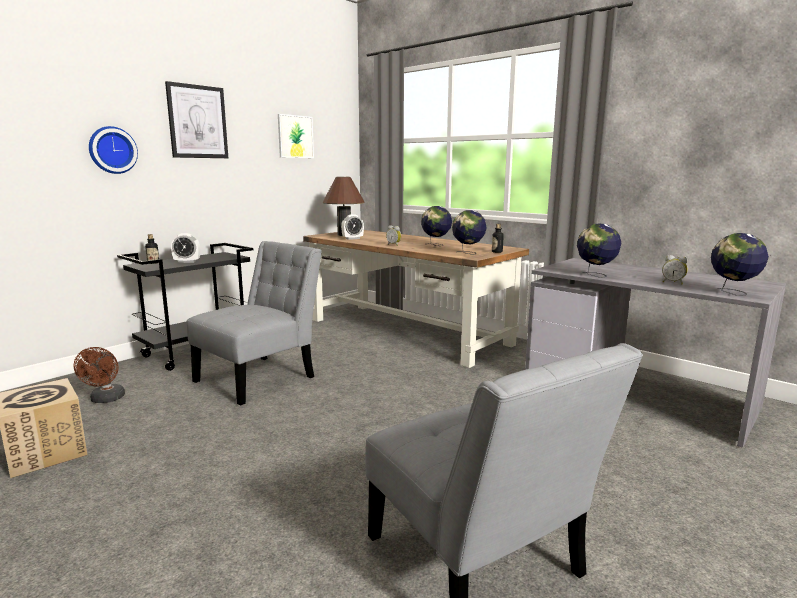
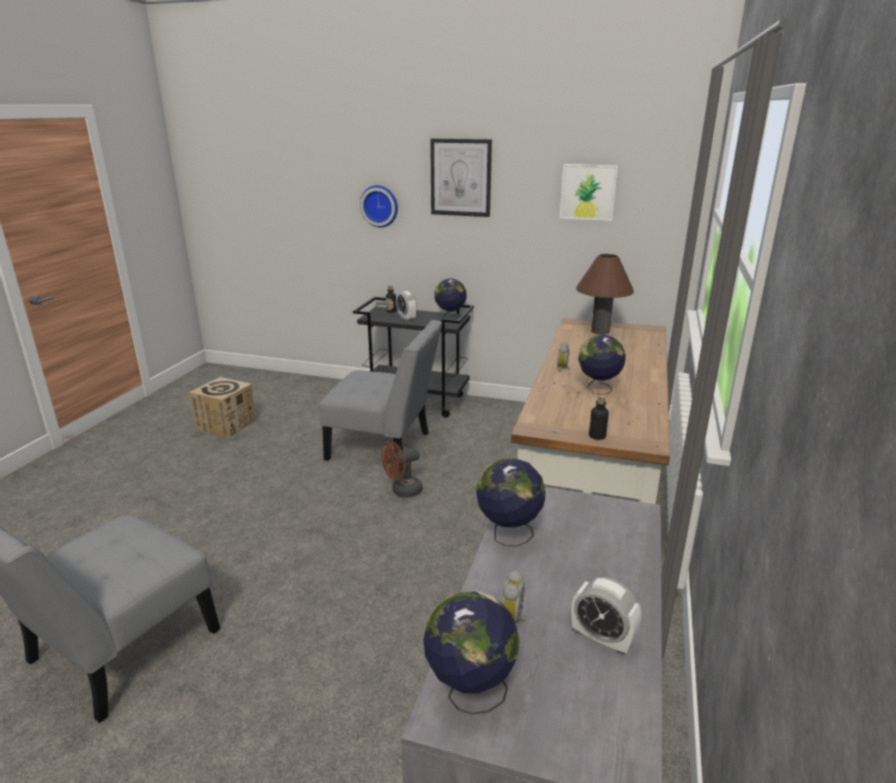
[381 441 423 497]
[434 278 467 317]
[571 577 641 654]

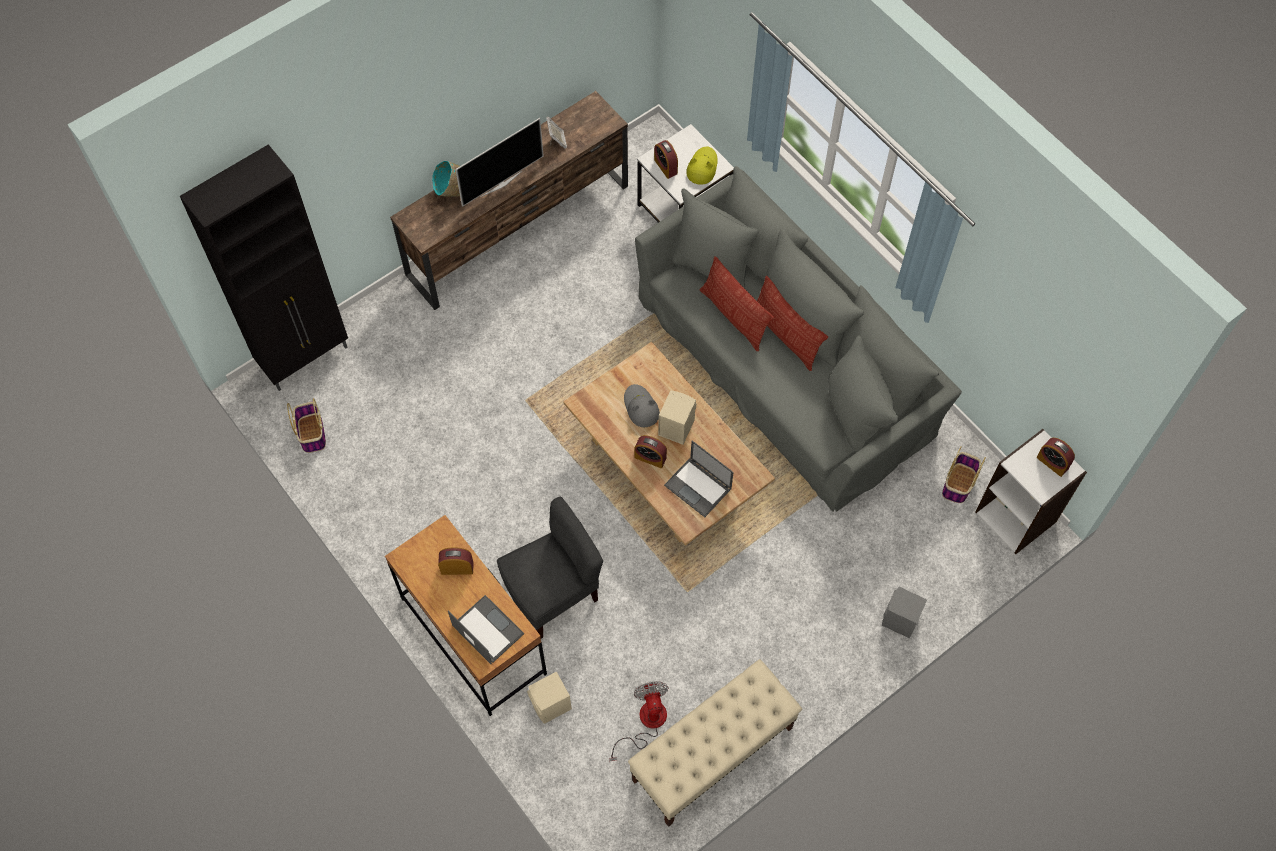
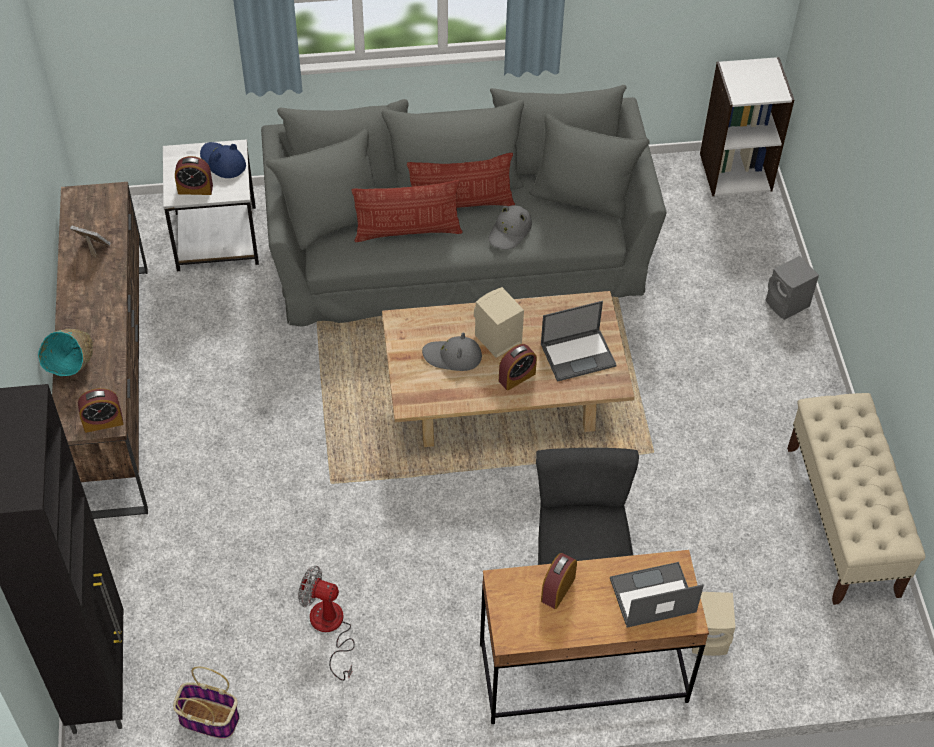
[78 388 124 433]
[200 142 246 178]
[298 566 355 681]
[488 205 532 250]
[455 118 544 207] (first image)
[942 446 986 503] (first image)

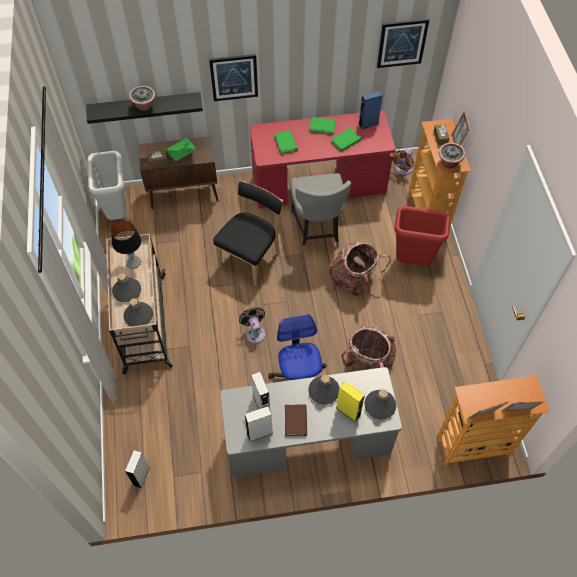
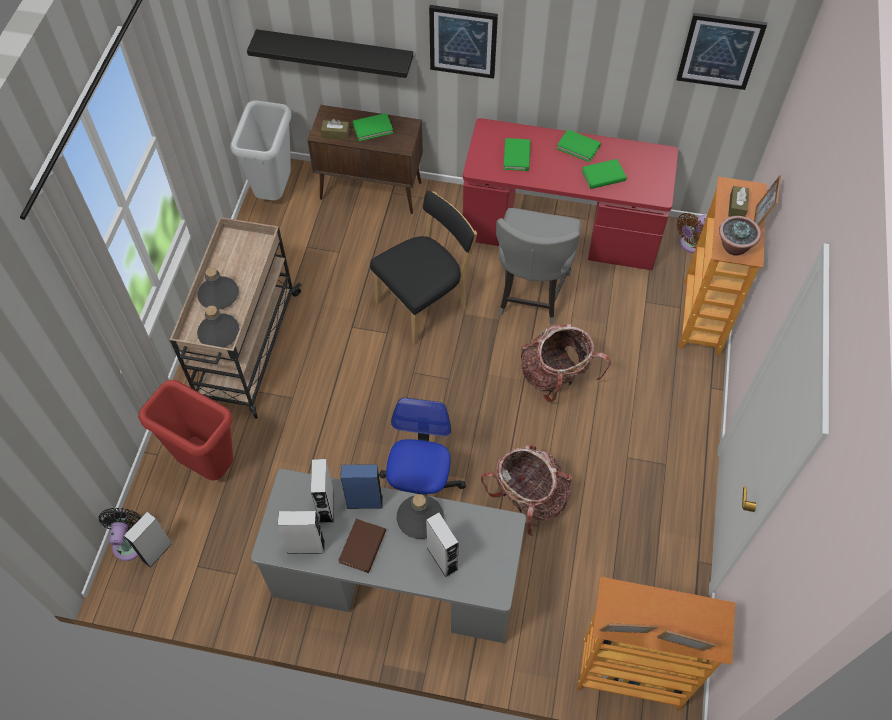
[99 508 141 561]
[138 380 233 480]
[341 464 383 509]
[426 512 459 577]
[111 221 141 269] (first image)
[129 86 155 111] (first image)
[364 389 396 420] (first image)

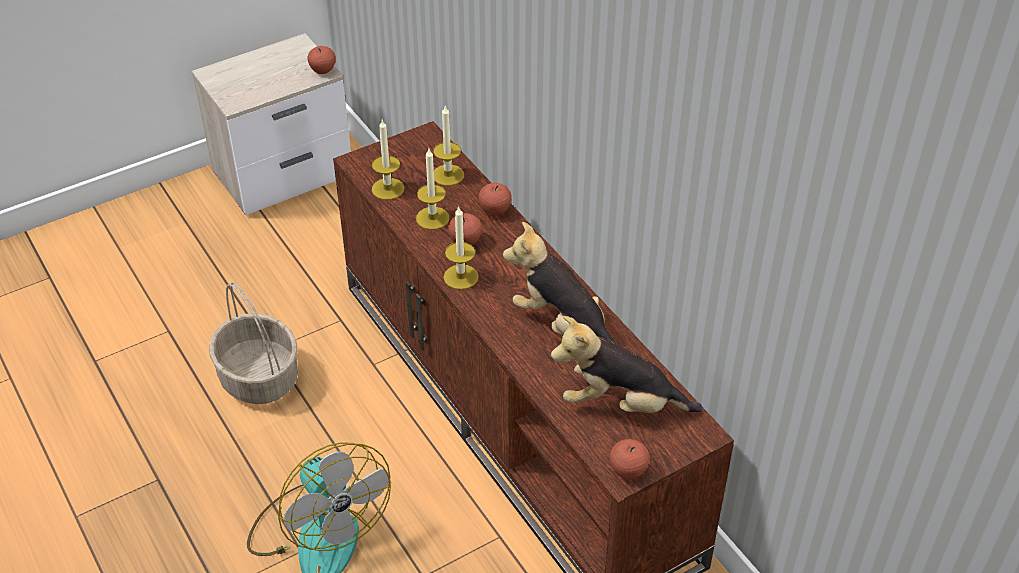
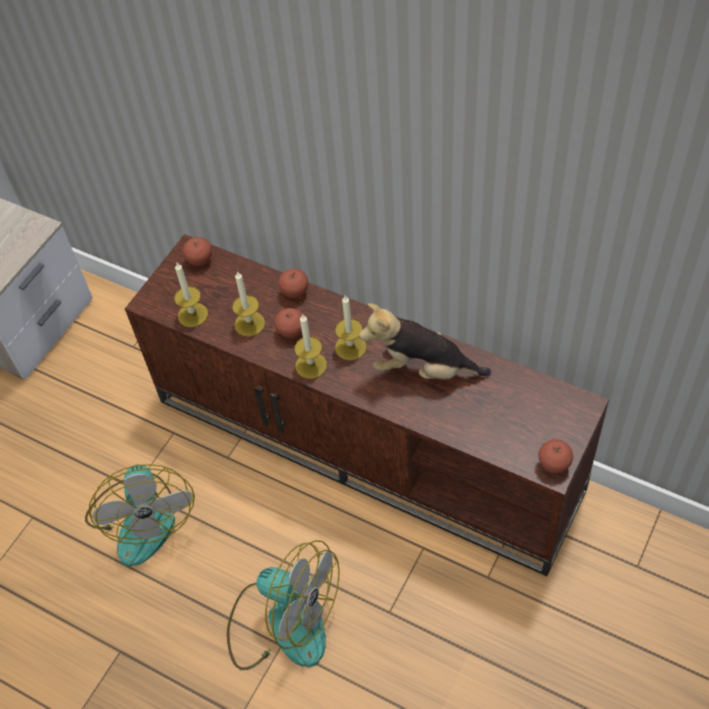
[85 464 195 567]
[183 237 212 266]
[335 296 367 361]
[551 316 703 413] (first image)

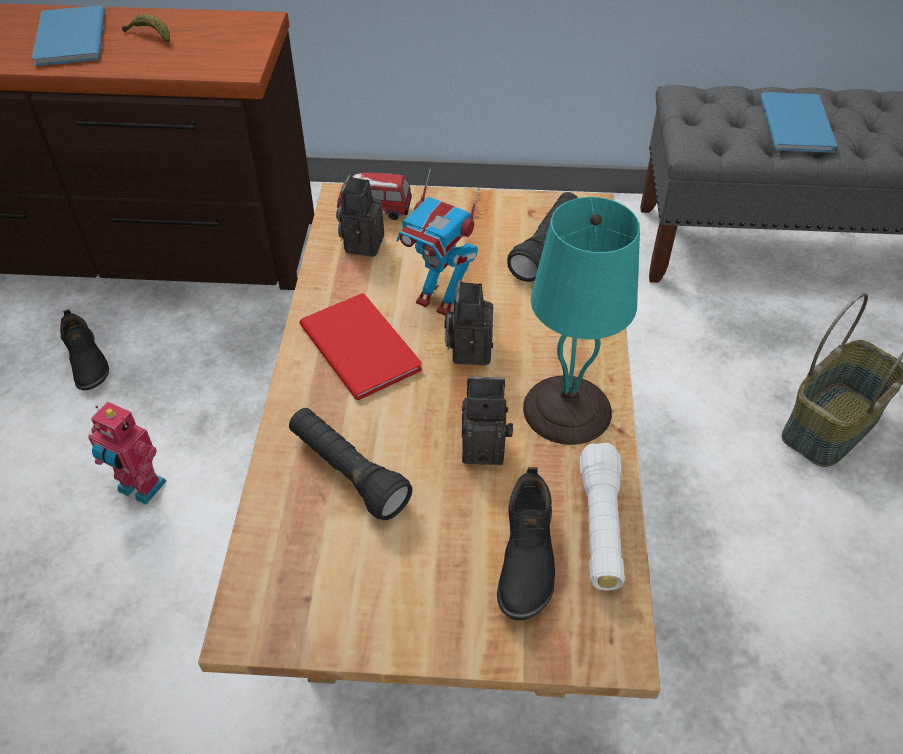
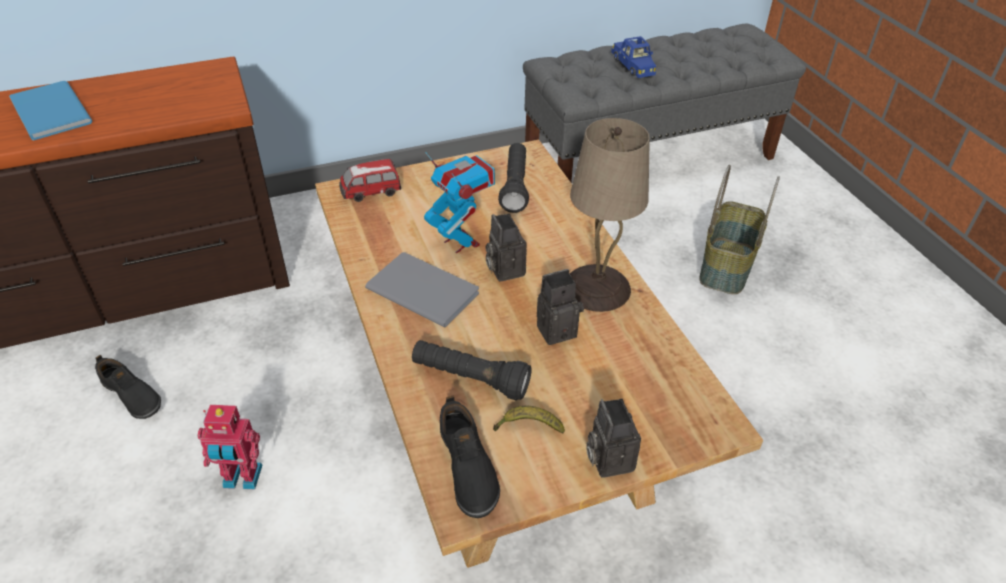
[365 252 479 327]
[424 152 495 253]
[440 396 500 518]
[493 406 565 434]
[570 118 650 312]
[586 399 641 478]
[611 36 656 78]
[580 443 625 591] (first image)

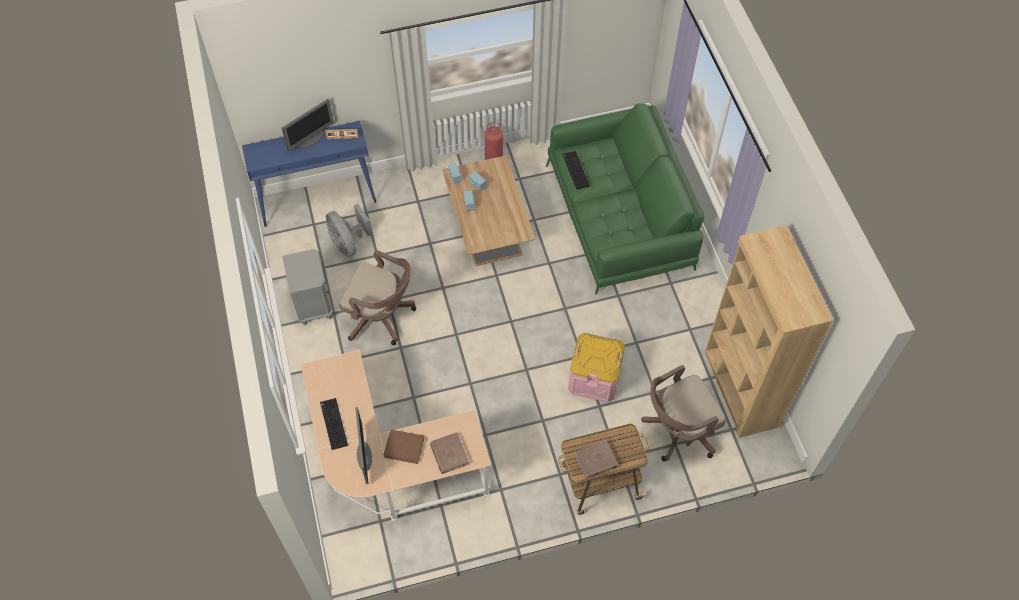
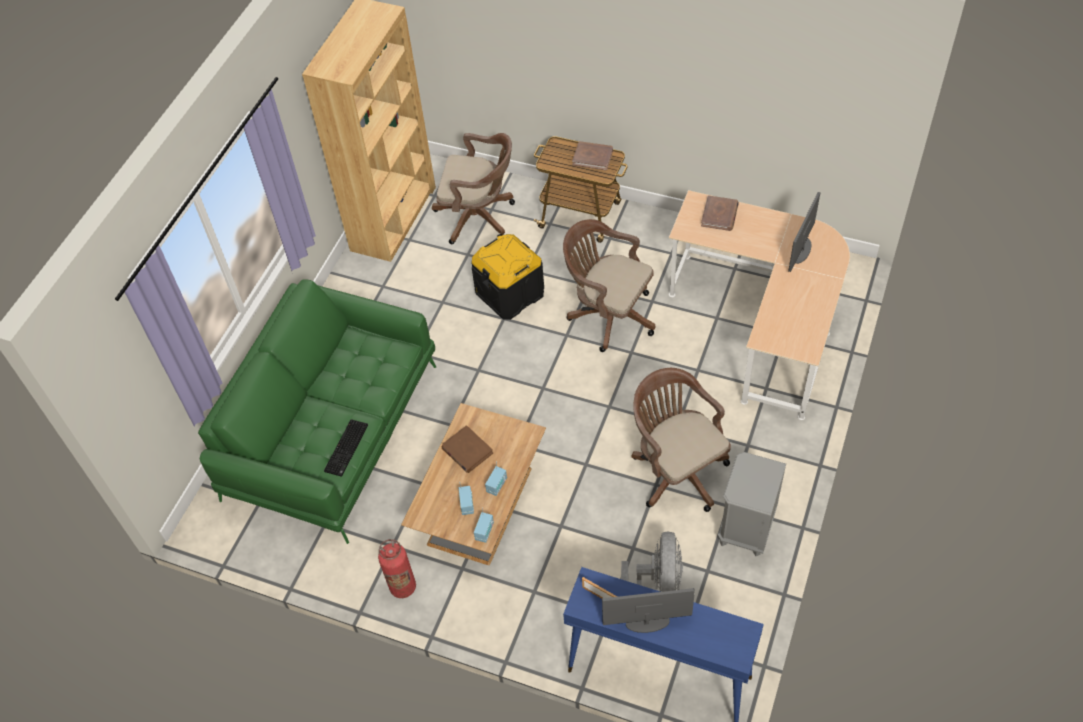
[442 425 493 473]
[472 234 544 320]
[563 219 656 352]
[320 398 348 450] (first image)

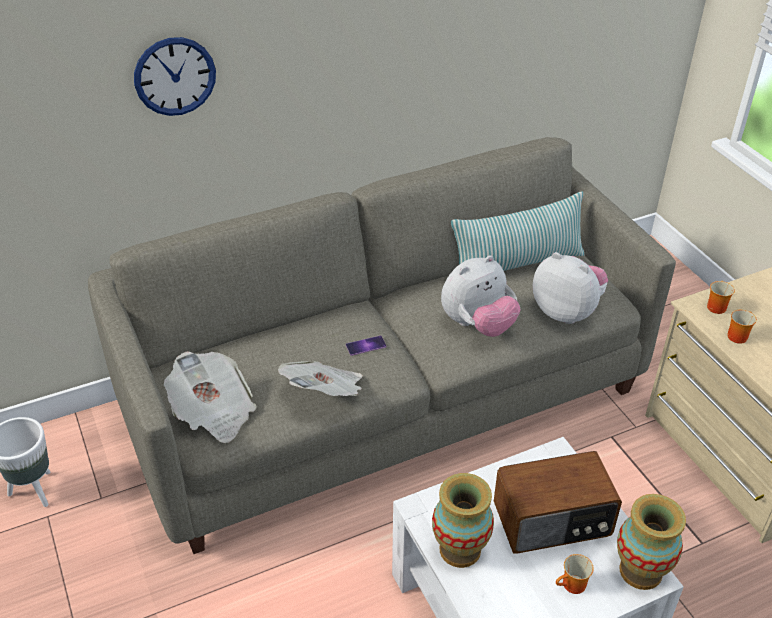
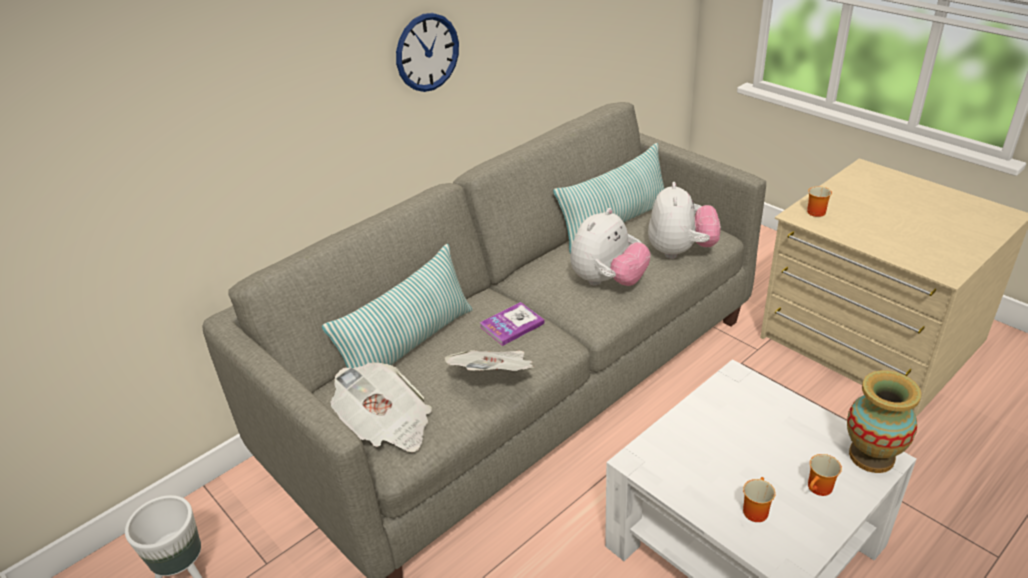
[322 244 472 368]
[396 13 459 92]
[480 302 545 346]
[648 182 720 259]
[743 477 776 522]
[432 473 494 568] (first image)
[494 451 622 554] (first image)

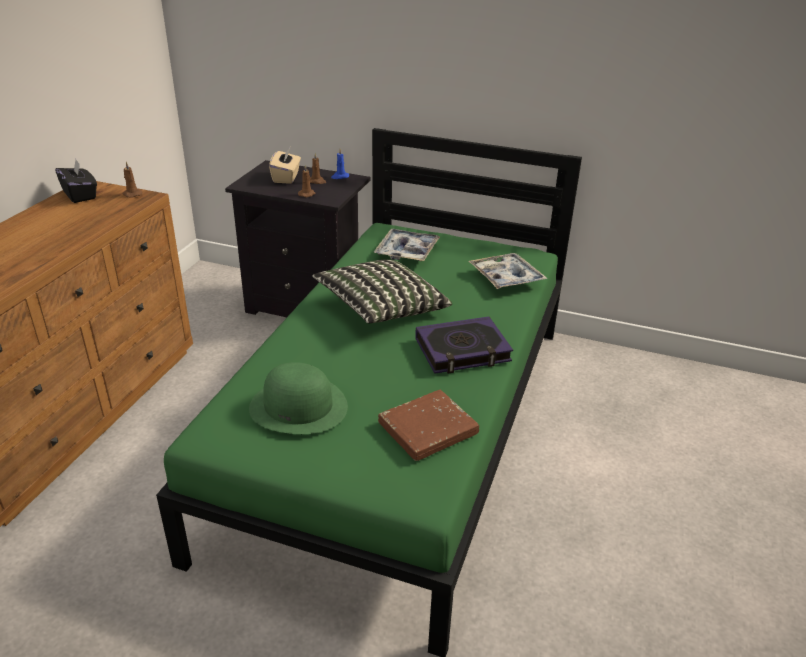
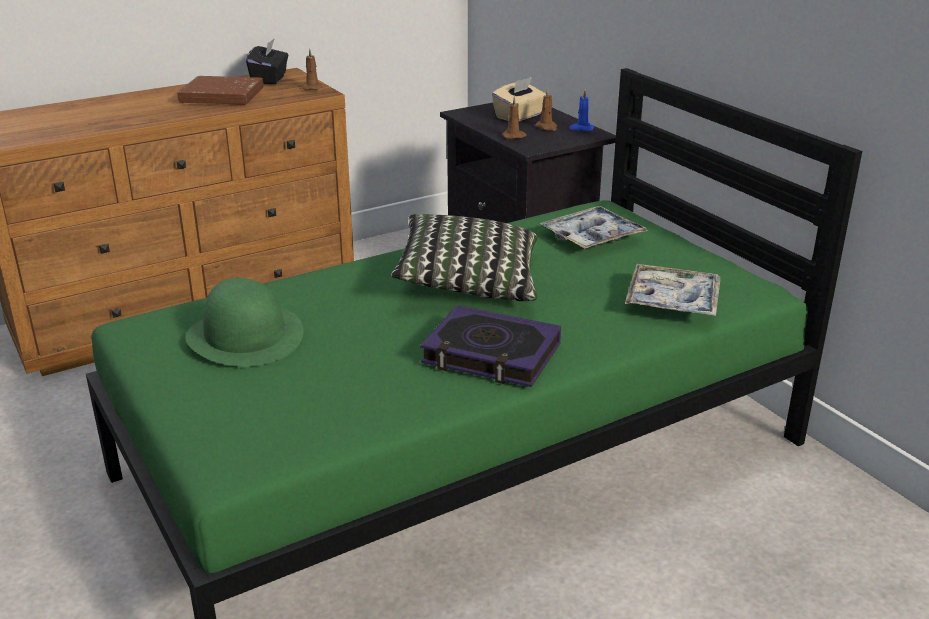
[177 76 264 105]

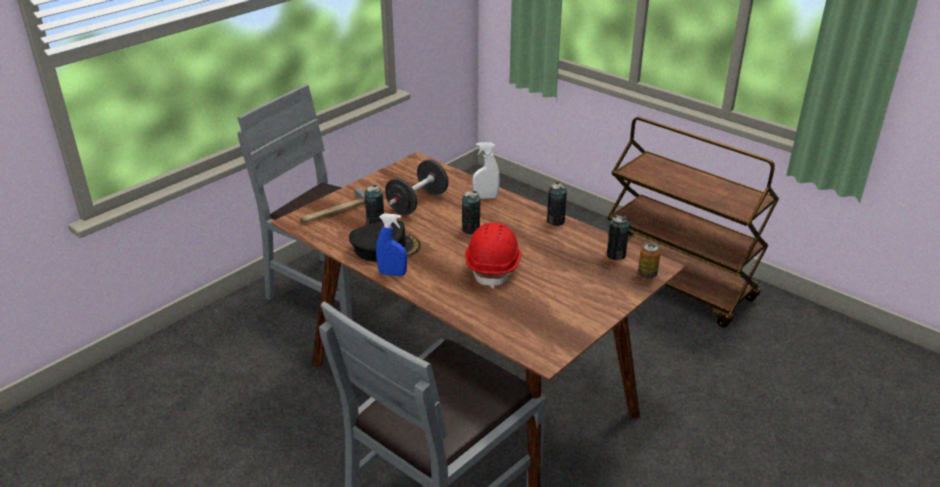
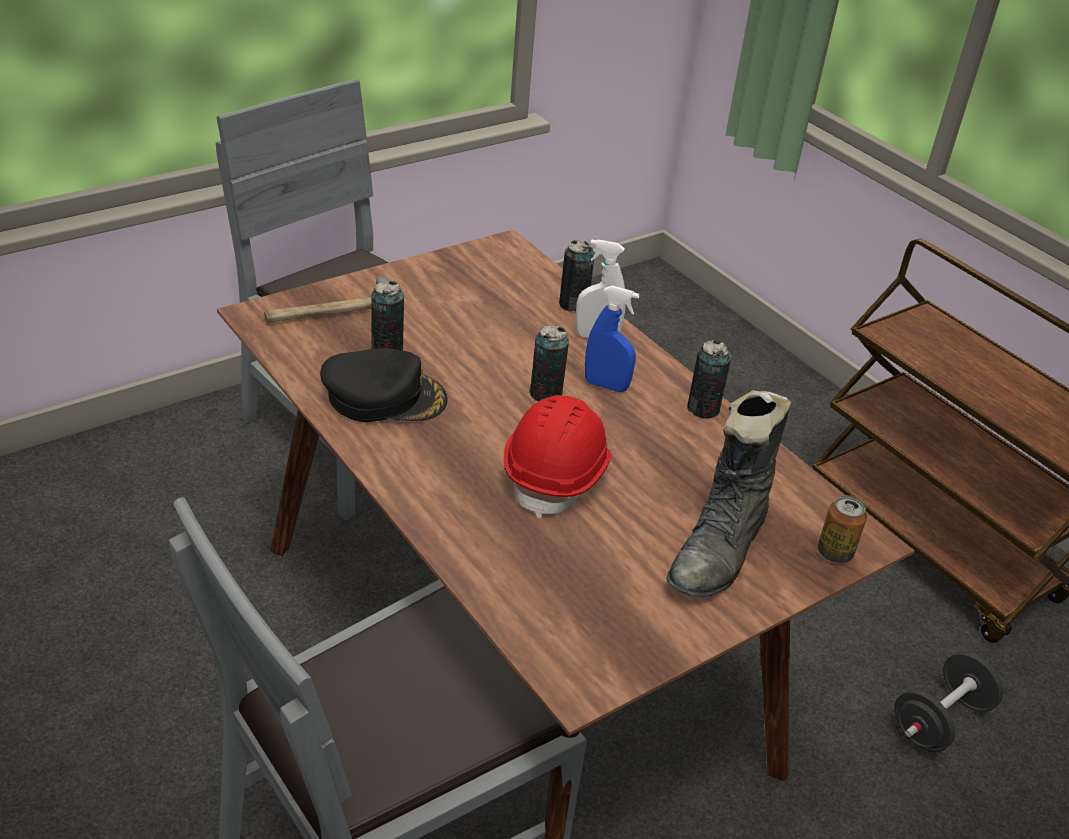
[559 240 595 312]
[585 286 640 392]
[667 390 791 597]
[894 651 1003 752]

